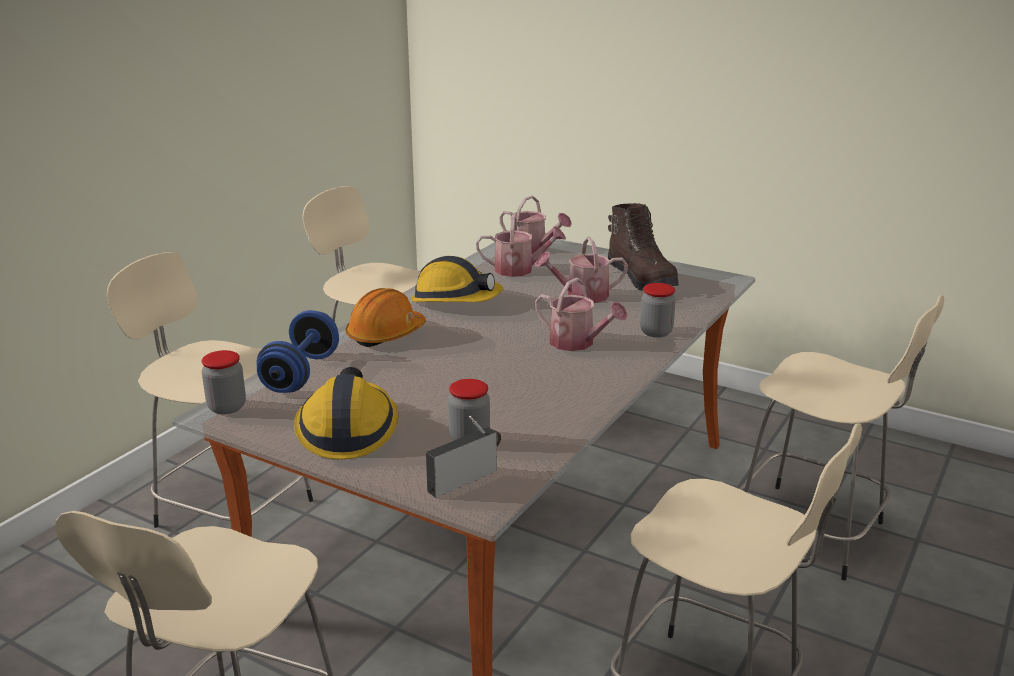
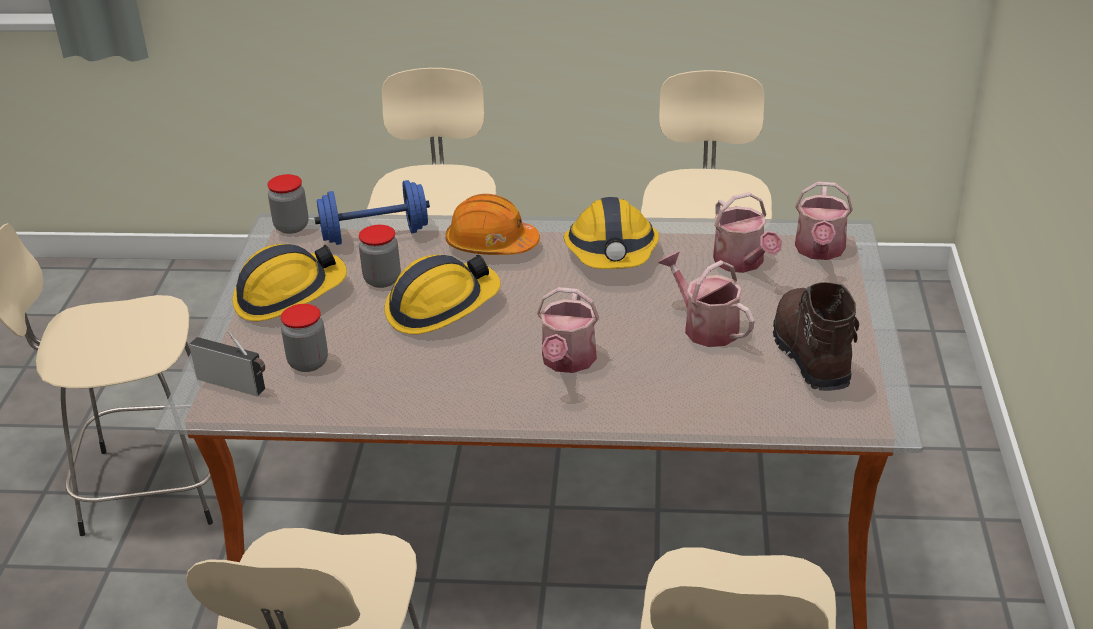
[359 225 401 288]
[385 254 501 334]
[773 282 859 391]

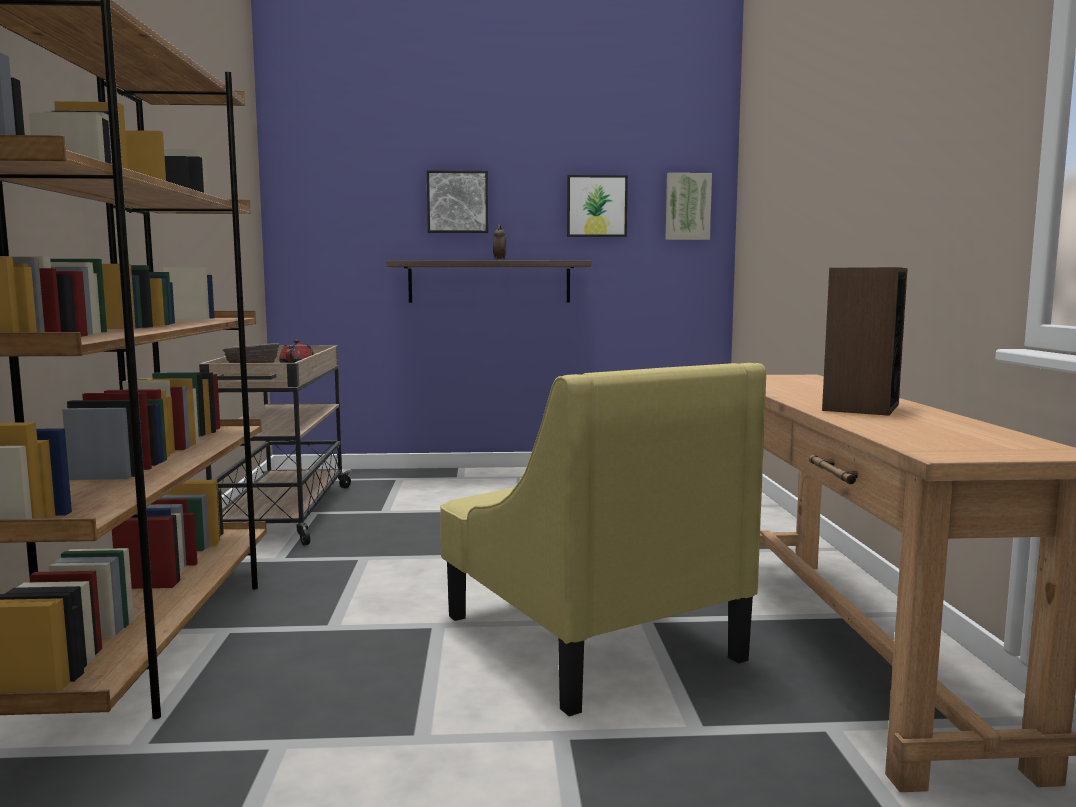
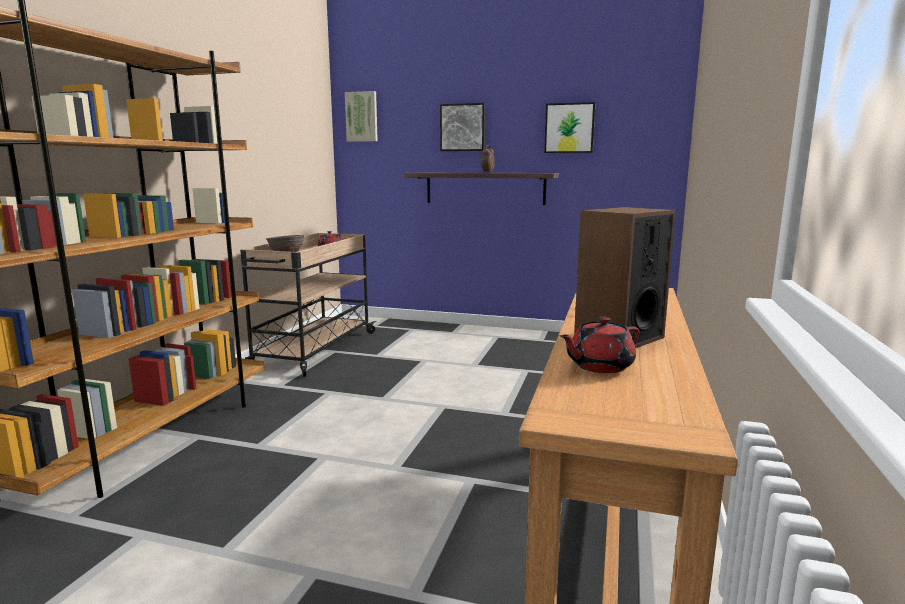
[345 91 378 142]
[560 317 639 373]
[440 363 766 716] (first image)

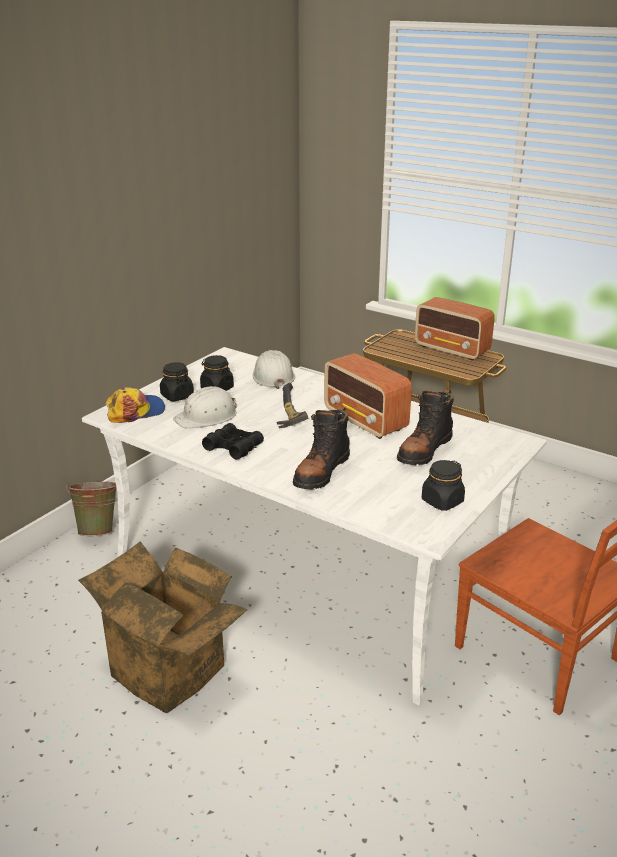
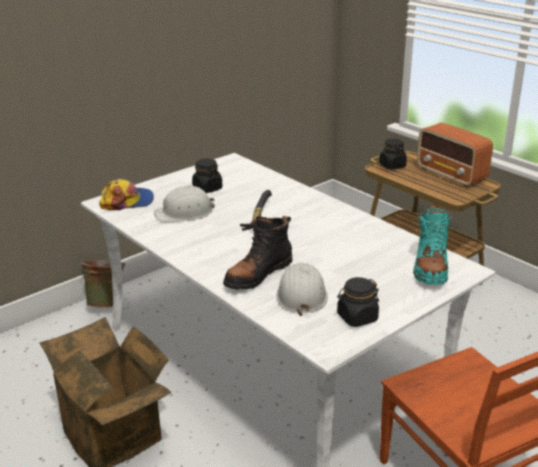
[276 263 328 316]
[379 139 407 169]
[413 205 452 285]
[202 423 264 459] (first image)
[324 353 412 439] (first image)
[397 390 454 465] (first image)

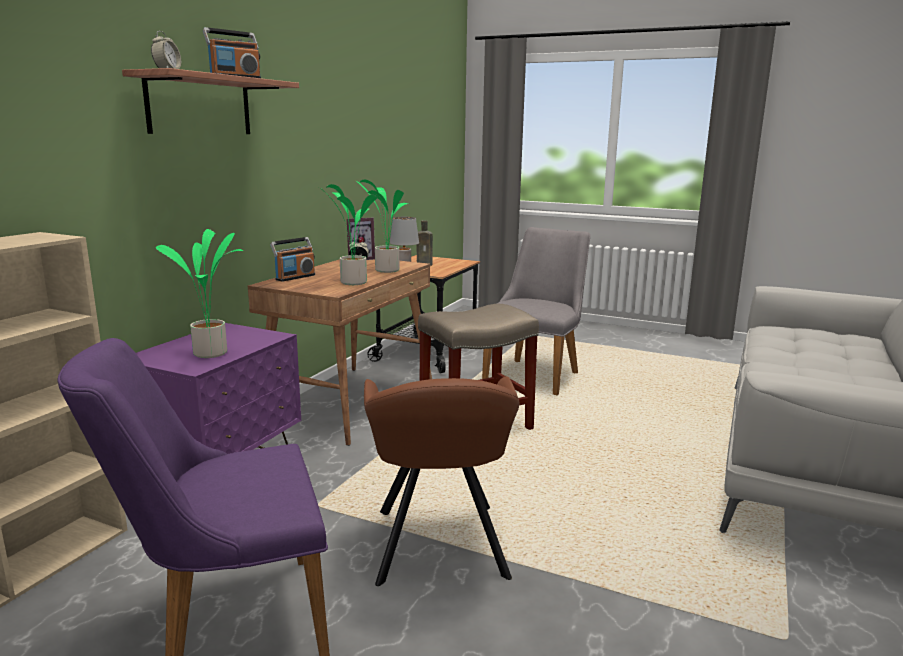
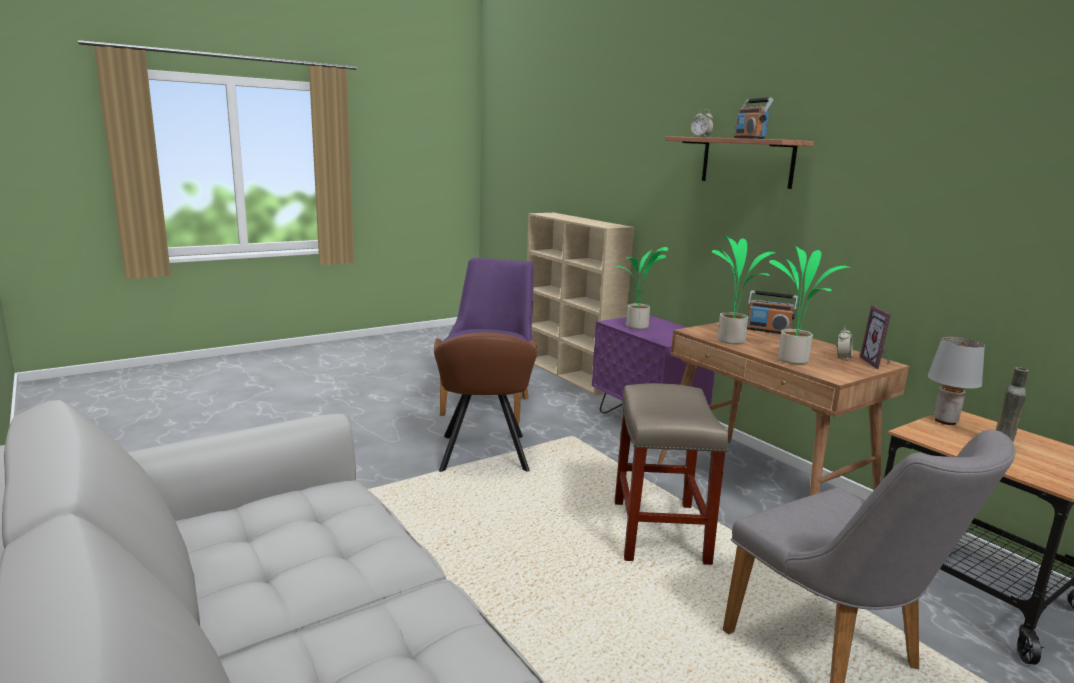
[434 332 537 472]
[747 290 798 334]

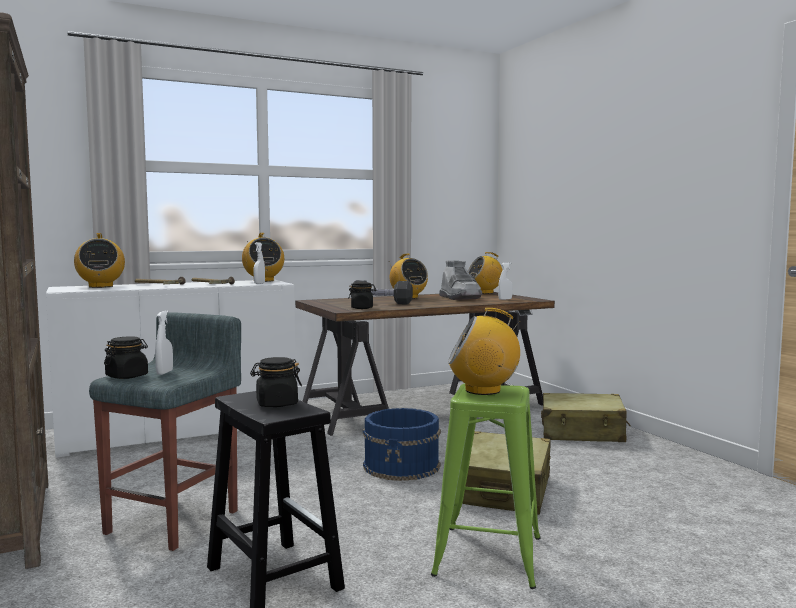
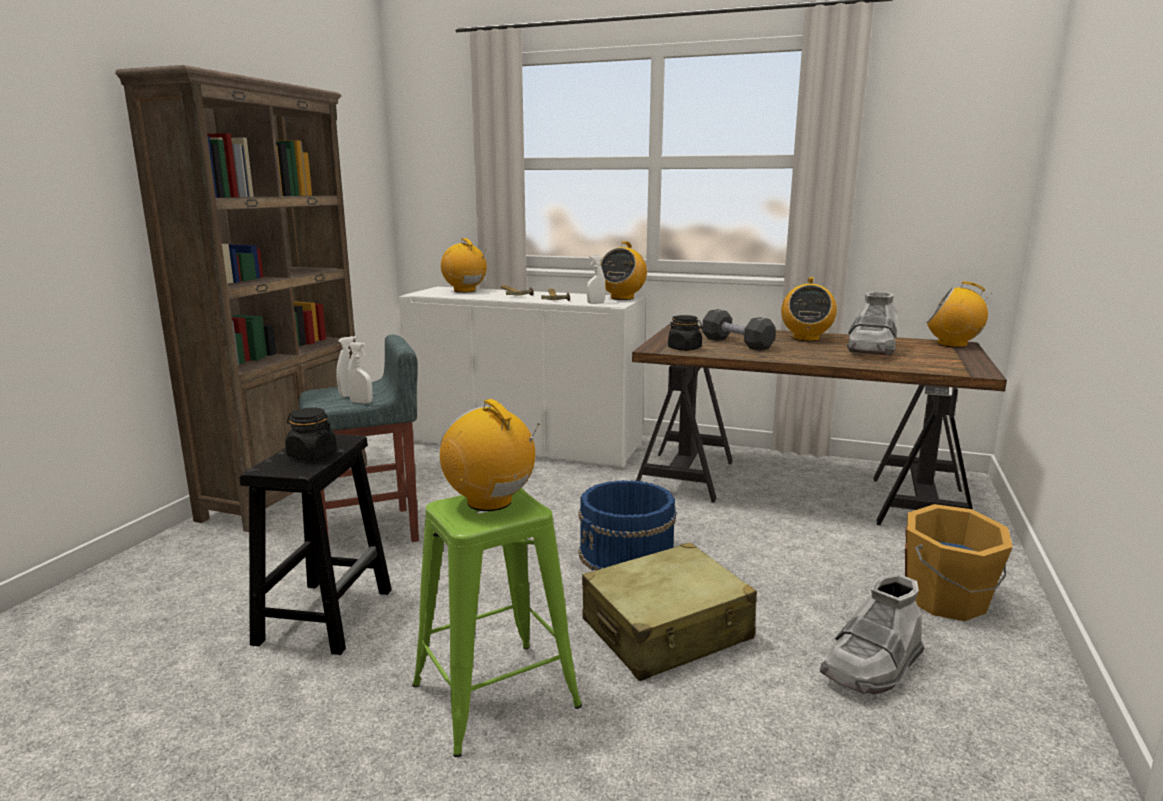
[347 342 372 404]
[441 238 487 293]
[820 574 924 695]
[905 504 1013 621]
[104 336 148 379] (first image)

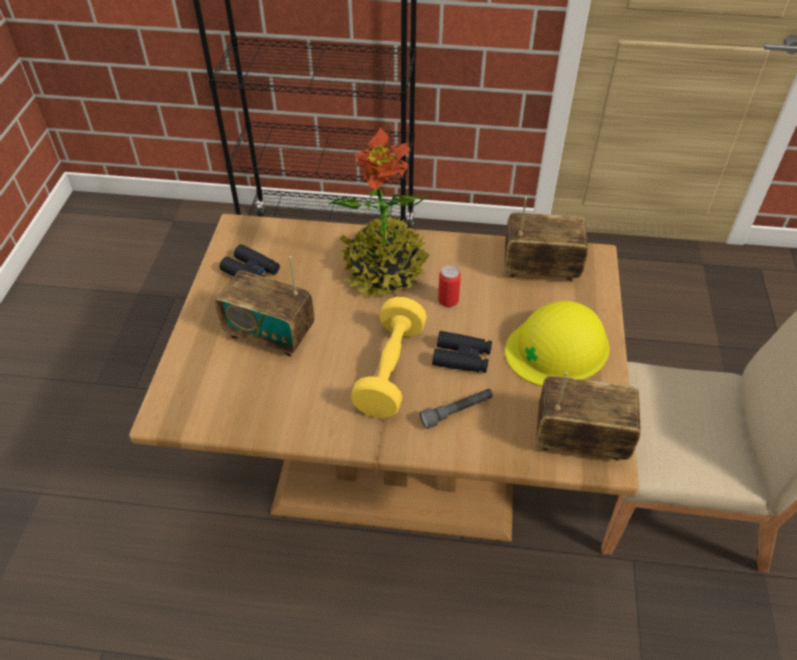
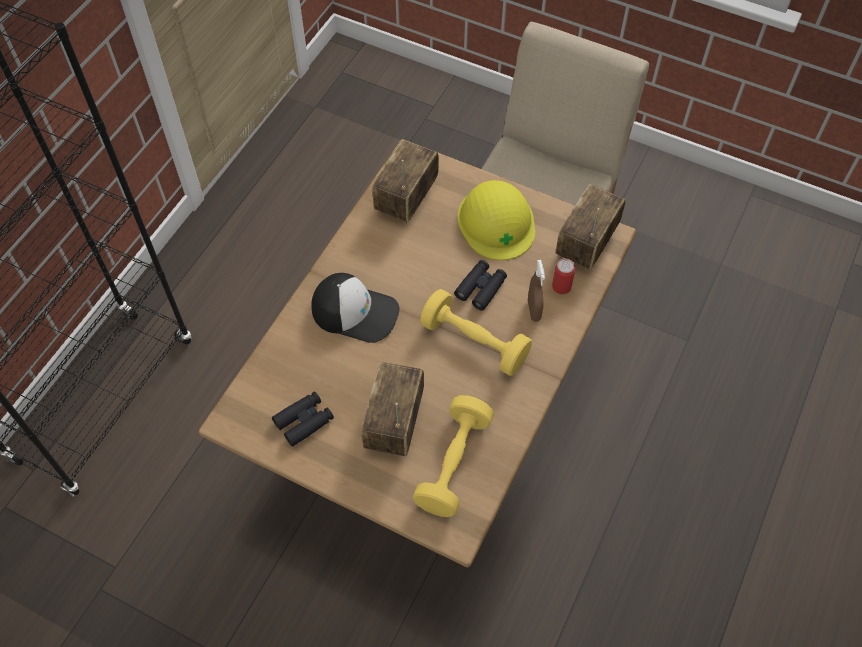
[311 273 400 343]
[361 362 424 456]
[412 395 494 517]
[528 260 545 322]
[552 259 575 294]

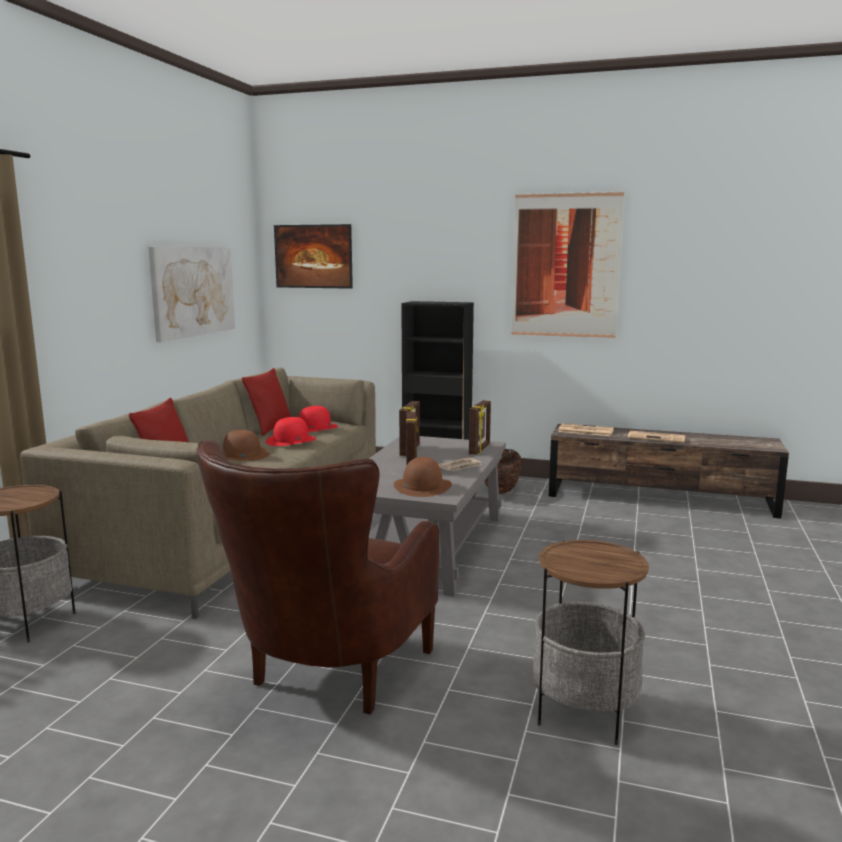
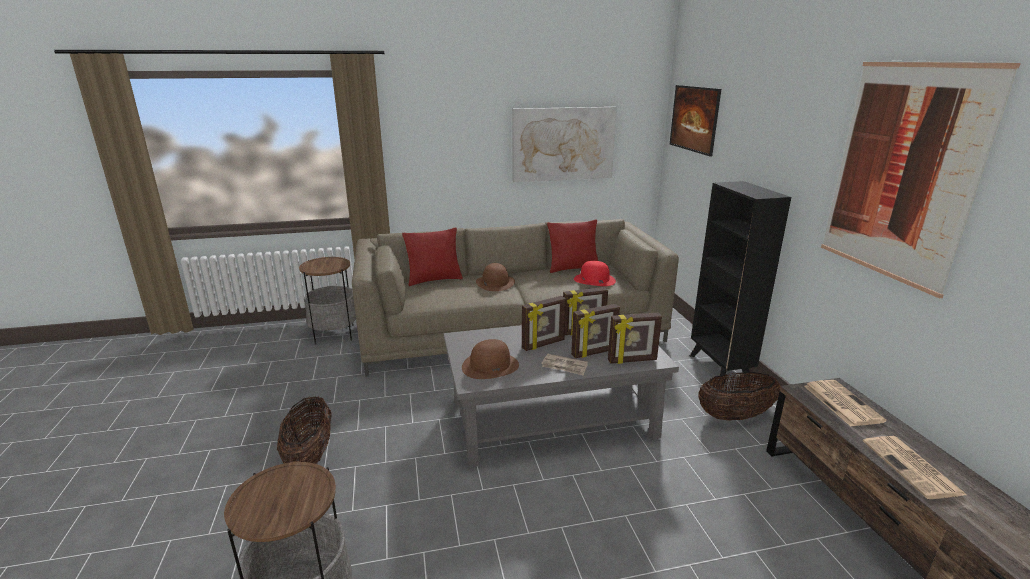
[277 396 332 464]
[571 304 620 358]
[266 417 316 446] (first image)

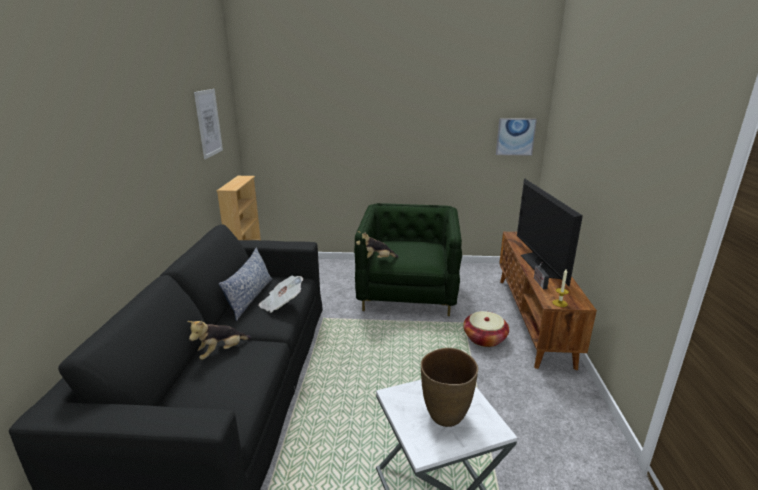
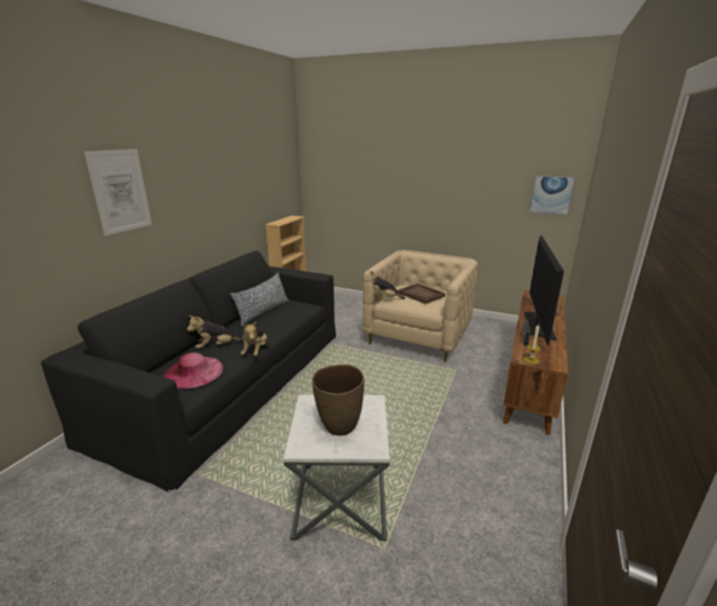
[84 149 152 236]
[163 352 223 389]
[241 322 267 356]
[362 250 478 362]
[398 283 445 304]
[259 276 303 313] (first image)
[463 311 509 347] (first image)

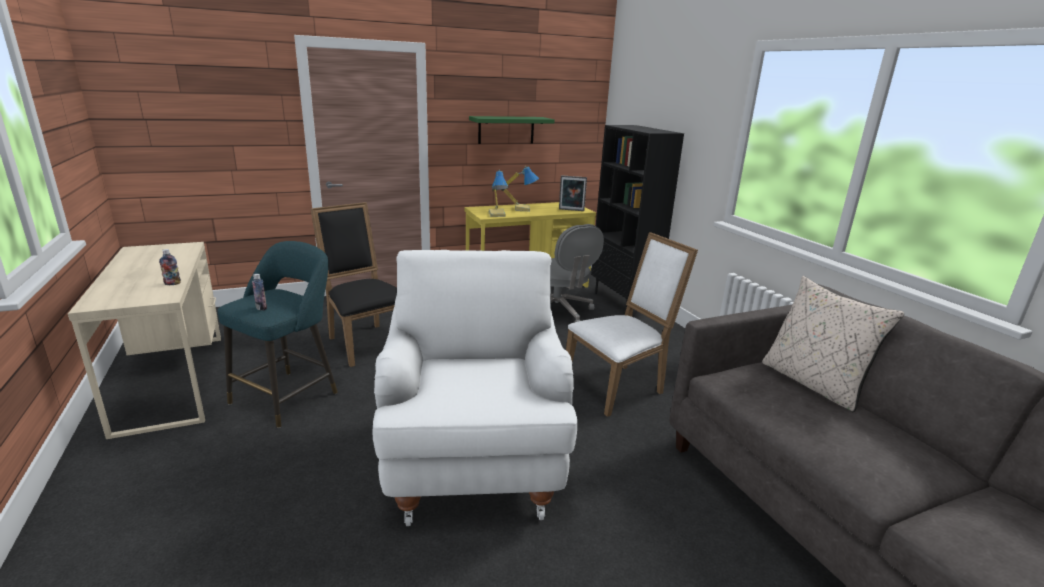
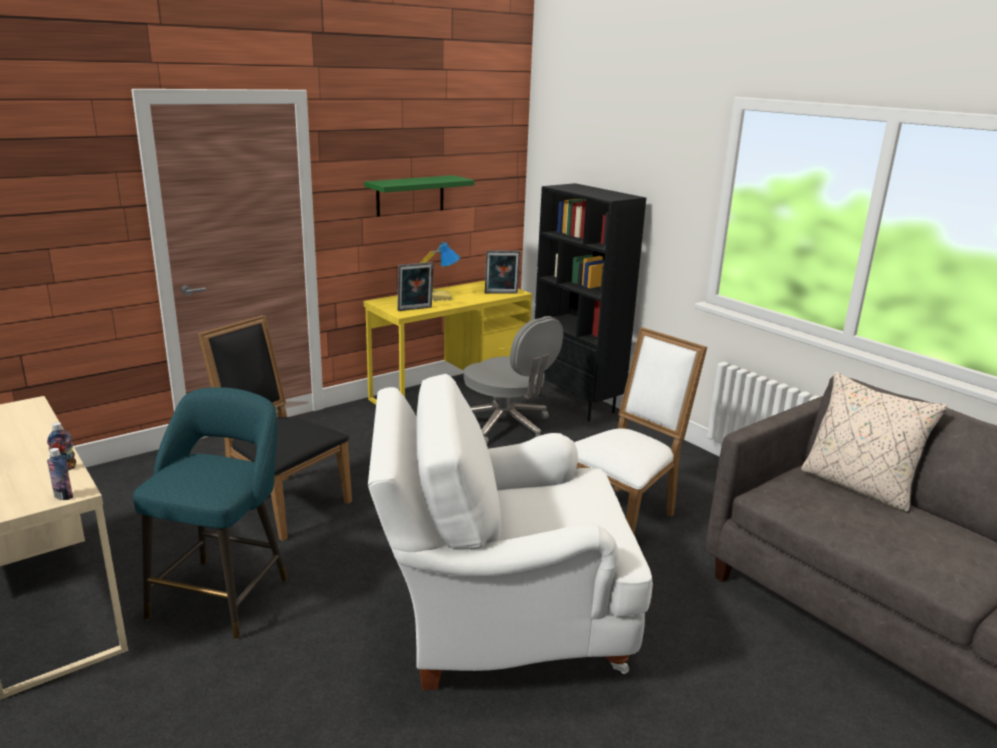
[47 448 73 500]
[368 374 653 690]
[397 262 434 311]

